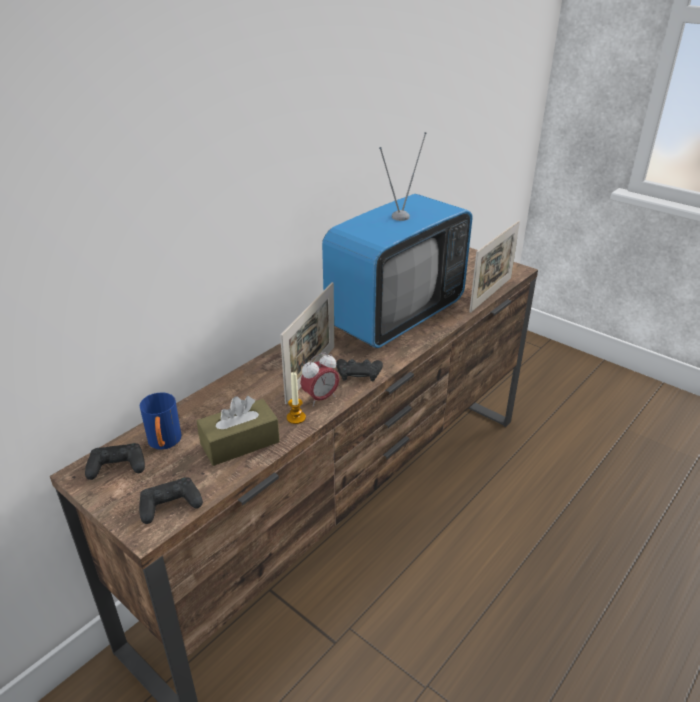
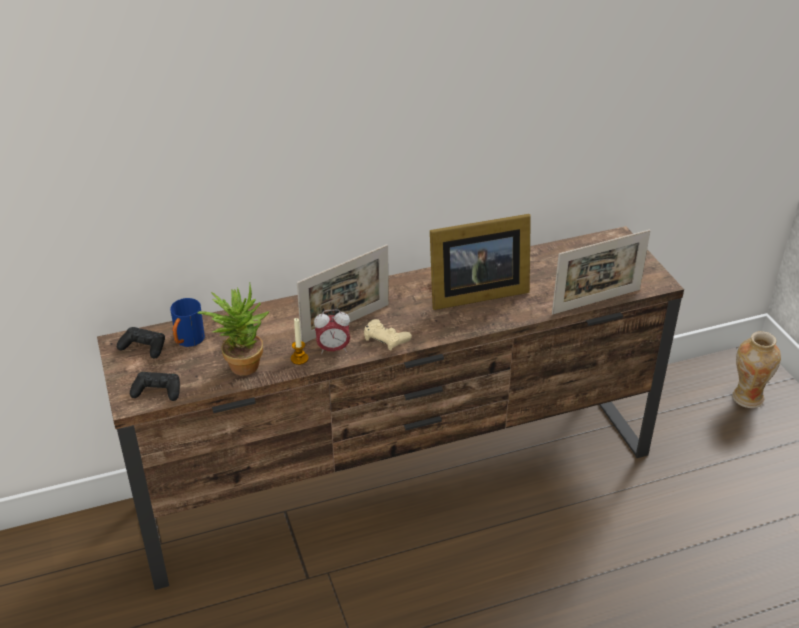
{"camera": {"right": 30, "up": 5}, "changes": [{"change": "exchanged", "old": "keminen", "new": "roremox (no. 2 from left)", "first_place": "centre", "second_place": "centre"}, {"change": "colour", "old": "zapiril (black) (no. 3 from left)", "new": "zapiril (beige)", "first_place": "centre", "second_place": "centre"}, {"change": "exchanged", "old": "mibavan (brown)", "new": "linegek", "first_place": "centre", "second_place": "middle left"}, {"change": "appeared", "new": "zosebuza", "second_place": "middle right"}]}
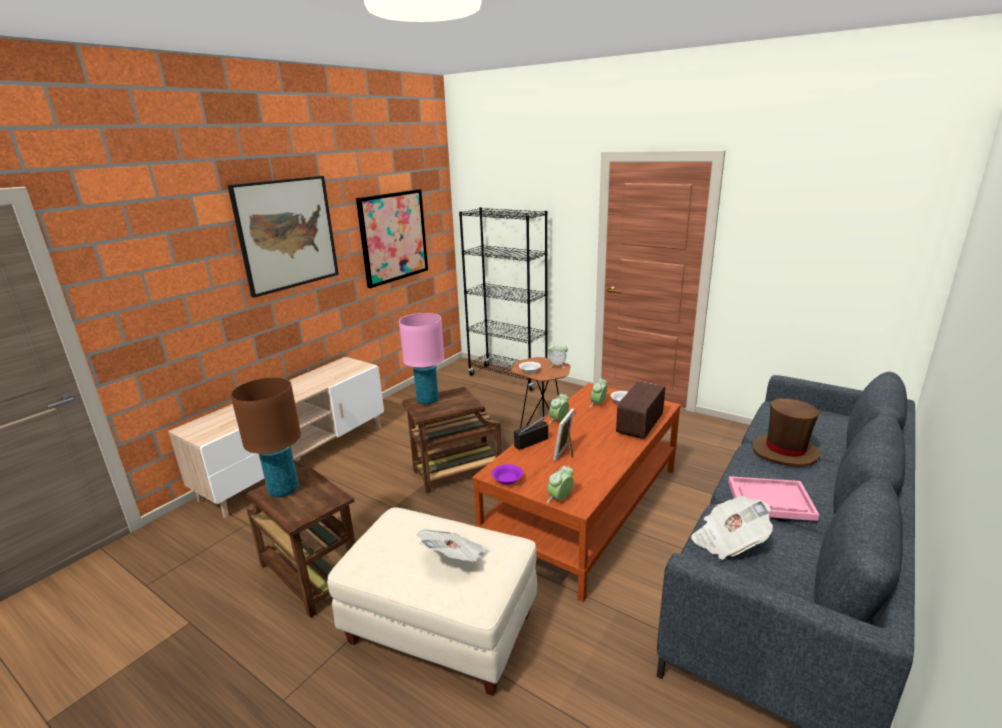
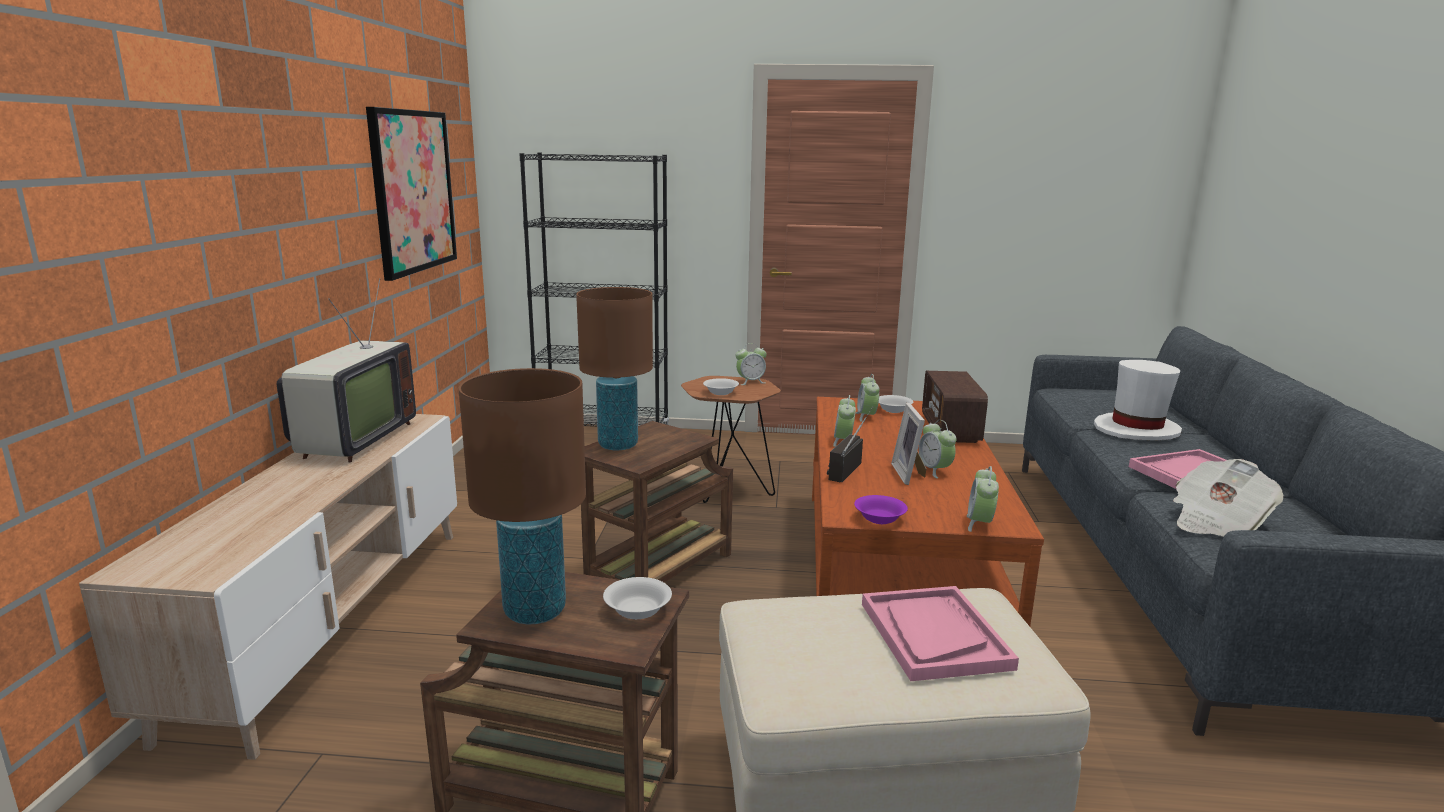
{"camera": {"right": -30, "up": -5}, "changes": [{"change": "missing", "old": "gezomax (no. 1 from left)", "first_place": "top left"}, {"change": "colour", "old": "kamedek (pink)", "new": "kamedek (brown) (no. 2 from left)", "first_place": "centre", "second_place": "centre"}, {"change": "colour", "old": "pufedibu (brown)", "new": "pufedibu (white)", "first_place": "middle right", "second_place": "middle right"}, {"change": "exchanged", "old": "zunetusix (no. 1 from left)", "new": "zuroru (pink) (no. 1 from left)", "first_place": "bottom centre", "second_place": "bottom centre"}, {"change": "appeared", "new": "keminen", "second_place": "middle left"}, {"change": "appeared", "new": "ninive (no. 4 from left)", "second_place": "centre"}, {"change": "appeared", "new": "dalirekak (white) (no. 1 from left)", "second_place": "bottom centre"}]}
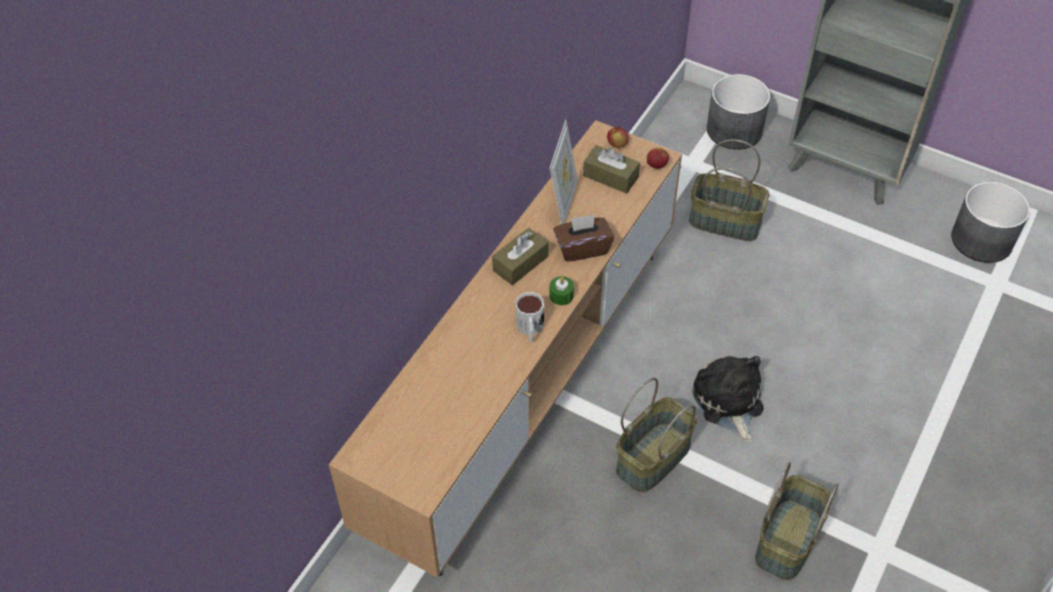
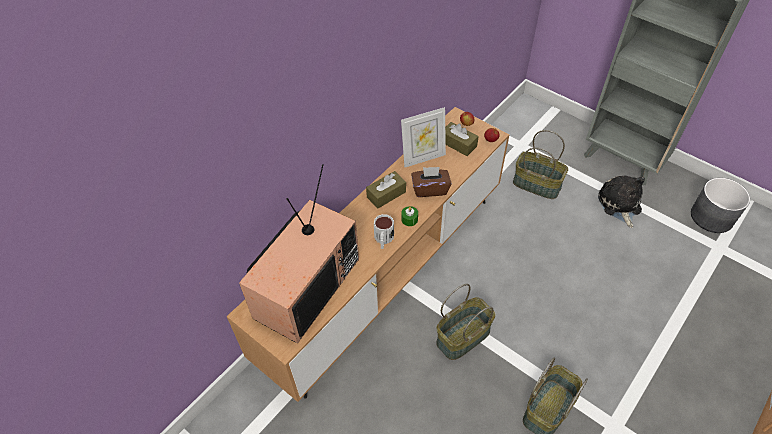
{"camera": {"right": 10, "up": 0}, "changes": [{"change": "missing", "old": "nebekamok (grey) (no. 1 from left)", "first_place": "top right"}, {"change": "spun", "old": "roremox", "first_place": "top centre", "second_place": "top centre", "degrees": 45}, {"change": "relocated", "old": "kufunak", "first_place": "bottom right", "second_place": "middle right"}, {"change": "appeared", "new": "keminen", "second_place": "centre"}]}
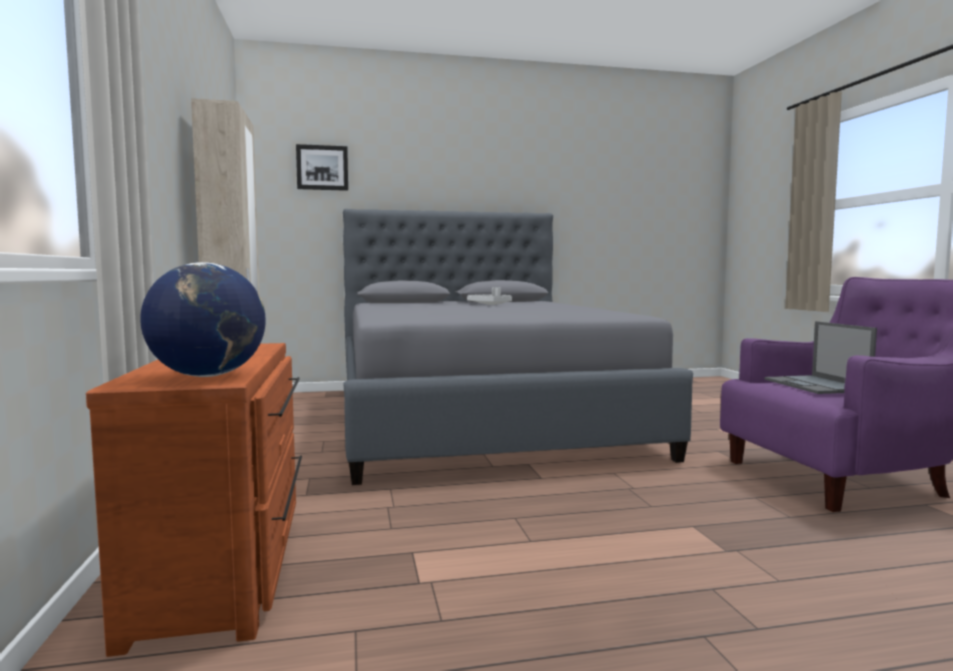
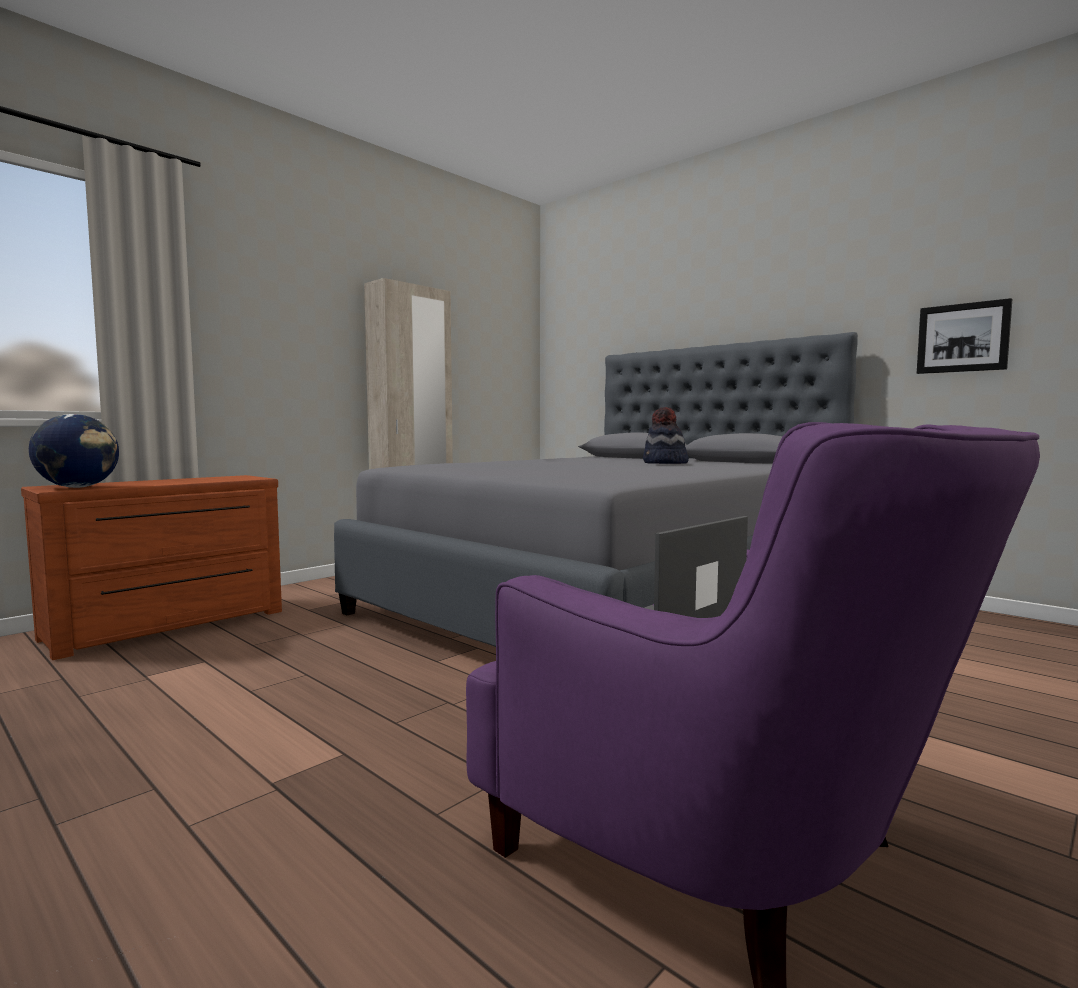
{"camera": {"right": 55, "up": 0}, "changes": [{"change": "relocated", "old": "gezomax", "first_place": "top centre", "second_place": "middle right"}, {"change": "exchanged", "old": "zuroru (grey)", "new": "pufedibu", "first_place": "centre", "second_place": "centre"}]}
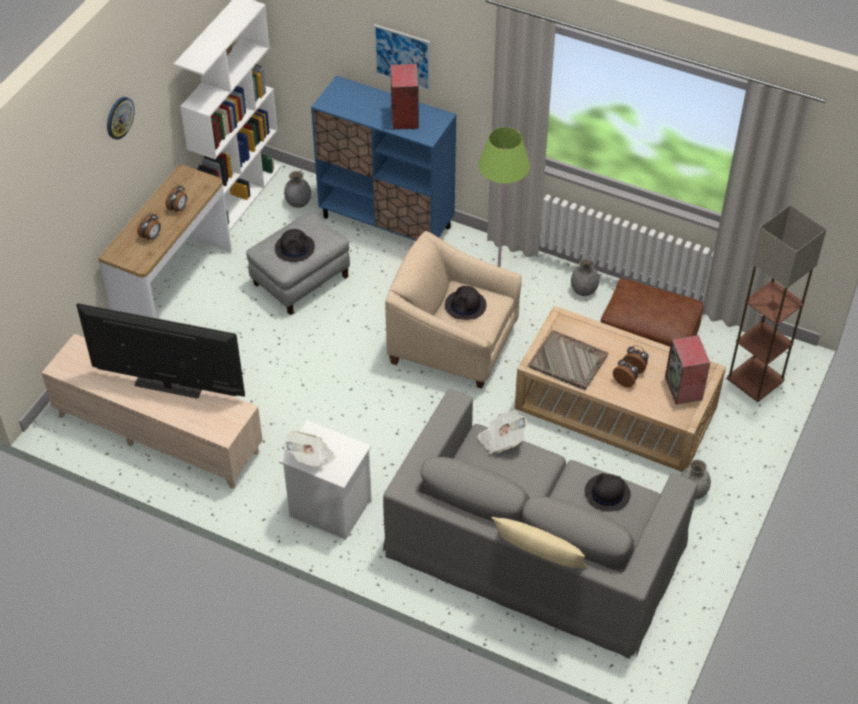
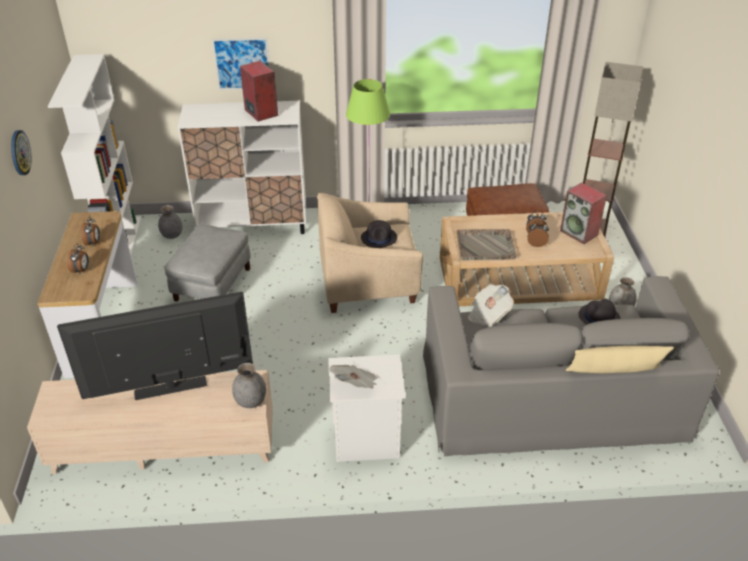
{"camera": {"right": -30, "up": -10}, "changes": [{"change": "colour", "old": "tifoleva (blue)", "new": "tifoleva (white)", "first_place": "top centre", "second_place": "top left"}, {"change": "missing", "old": "pufedibu (black) (no. 1 from left)", "first_place": "centre"}, {"change": "relocated", "old": "zosebuza (grey) (no. 2 from left)", "first_place": "middle right", "second_place": "bottom left"}]}
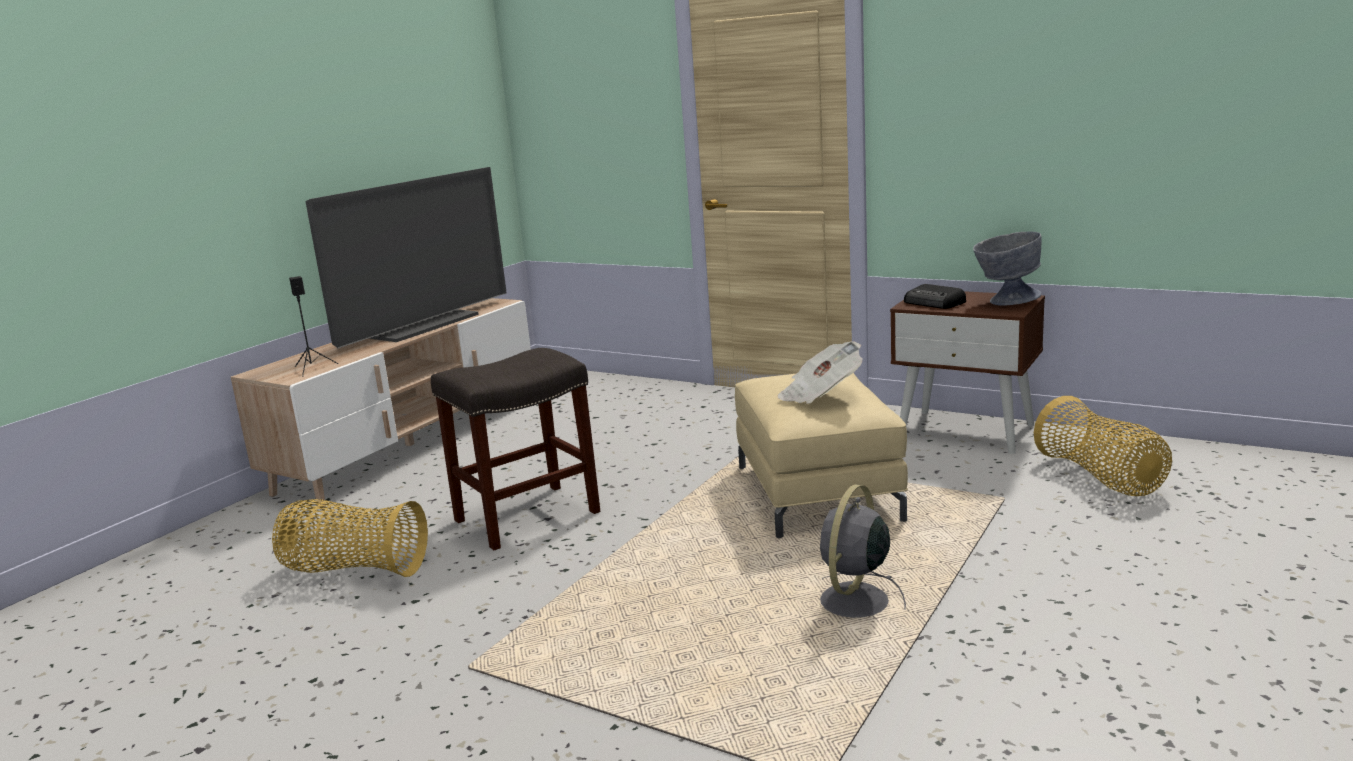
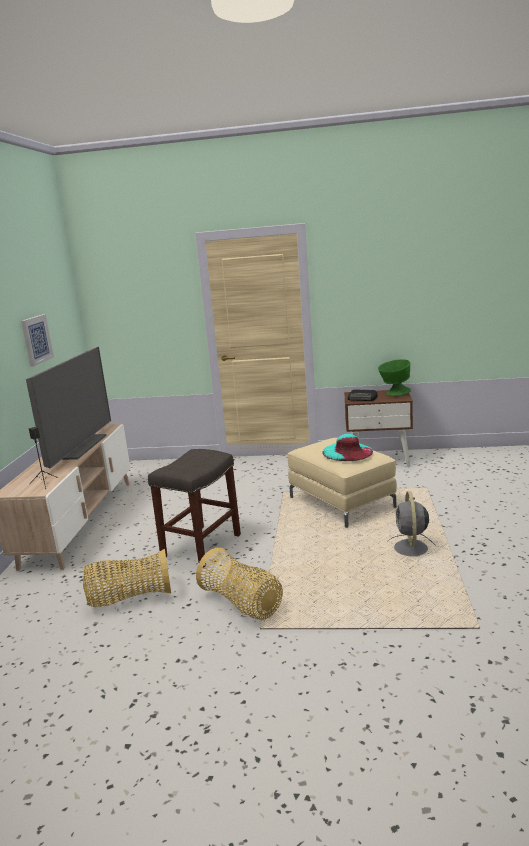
{"camera": {"right": -25, "up": 0}, "changes": [{"change": "colour", "old": "dalirekak (grey)", "new": "dalirekak (green)", "first_place": "middle right", "second_place": "middle right"}, {"change": "exchanged", "old": "zunetusix", "new": "pufedibu (turquoise)", "first_place": "centre", "second_place": "centre"}, {"change": "relocated", "old": "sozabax (no. 2 from left)", "first_place": "middle right", "second_place": "bottom centre"}, {"change": "appeared", "new": "gezomax", "second_place": "middle left"}]}
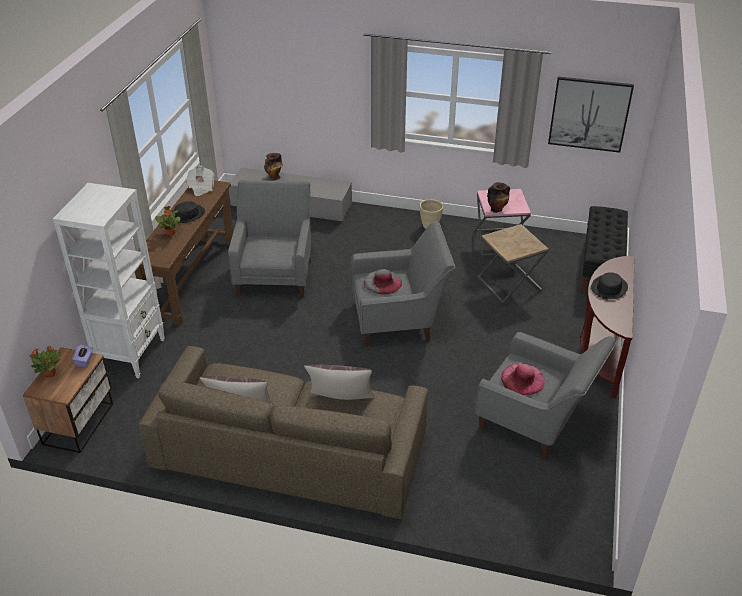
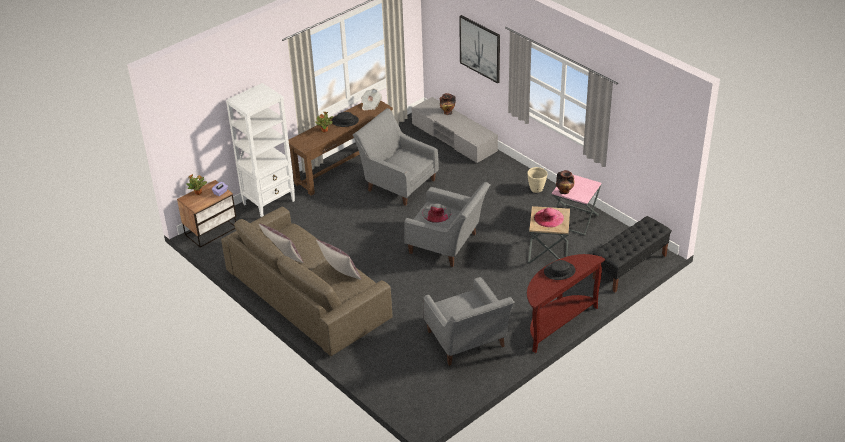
{"camera": {"right": 35, "up": 0}, "changes": [{"change": "relocated", "old": "gezomax", "first_place": "top right", "second_place": "top centre"}, {"change": "spun", "old": "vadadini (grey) (no. 1 from left)", "first_place": "centre", "second_place": "centre", "degrees": -90}, {"change": "relocated", "old": "pufedibu (pink)", "first_place": "middle right", "second_place": "centre"}]}
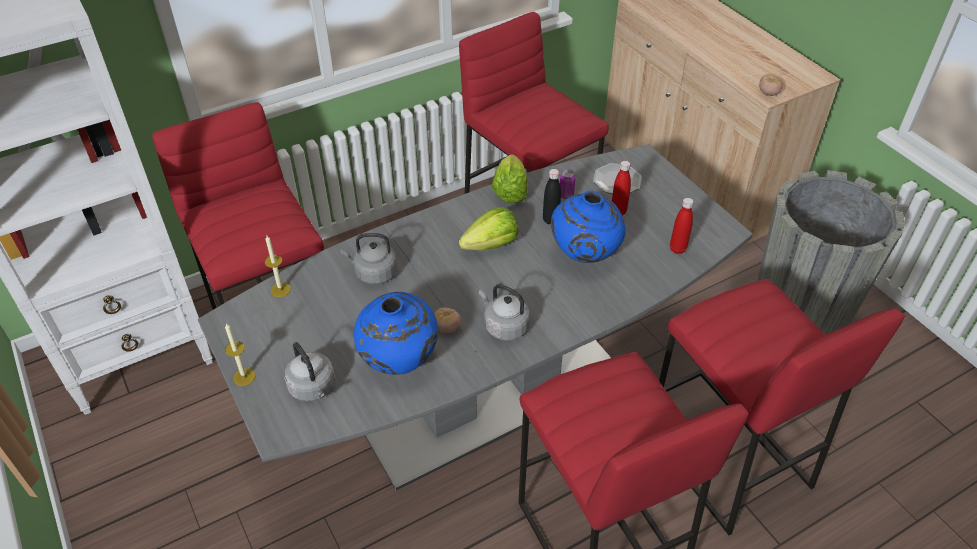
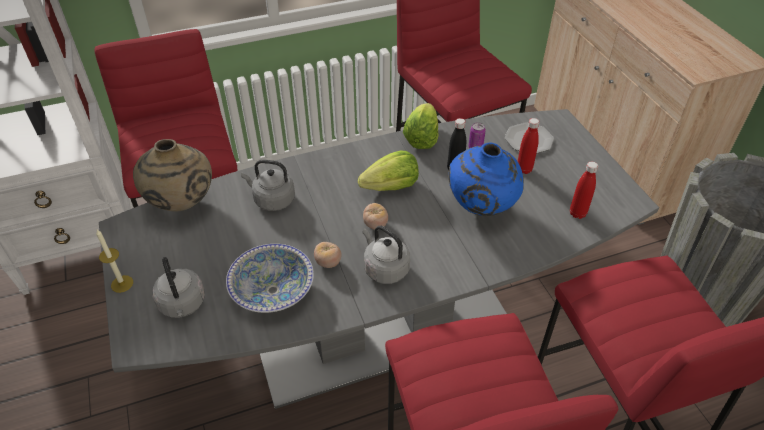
{"camera": {"right": 10, "up": 0}, "changes": [{"change": "relocated", "old": "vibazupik (no. 2 from left)", "first_place": "top right", "second_place": "centre"}, {"change": "exchanged", "old": "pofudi (no. 2 from left)", "new": "zosebuza (beige)", "first_place": "middle left", "second_place": "middle left"}, {"change": "exchanged", "old": "zosebuza (blue) (no. 1 from left)", "new": "dalirekak", "first_place": "centre", "second_place": "centre"}]}
